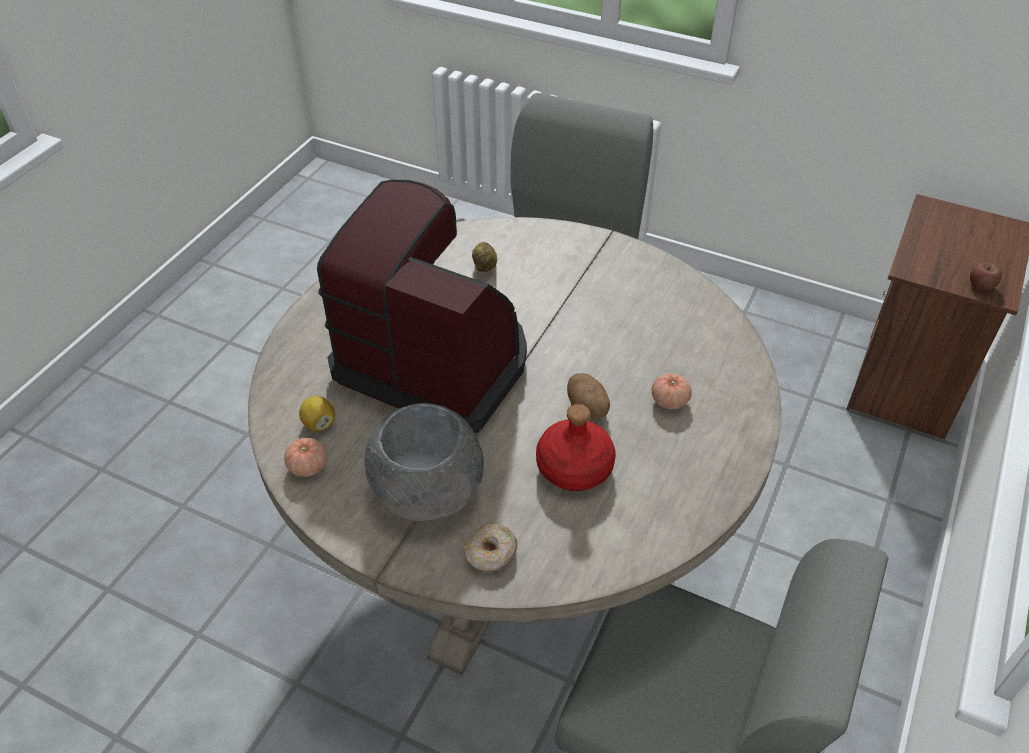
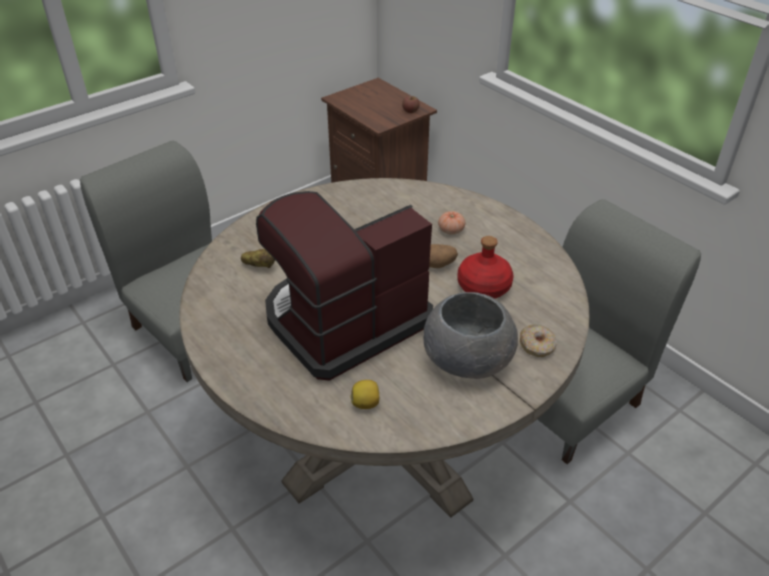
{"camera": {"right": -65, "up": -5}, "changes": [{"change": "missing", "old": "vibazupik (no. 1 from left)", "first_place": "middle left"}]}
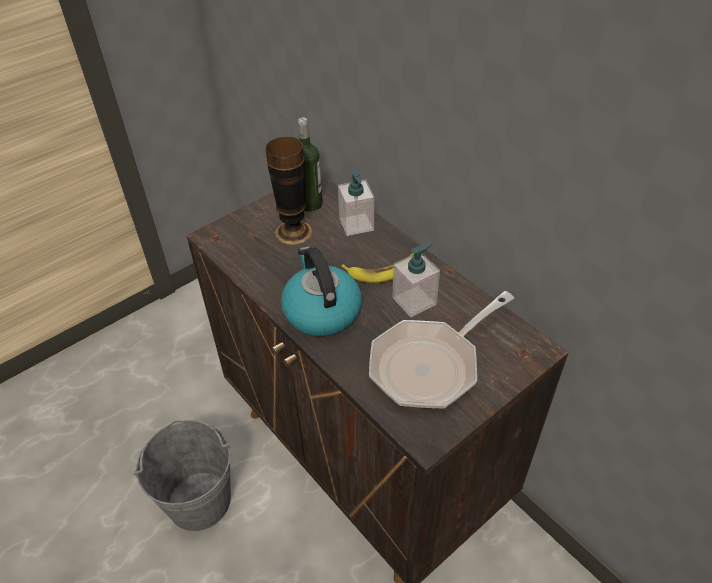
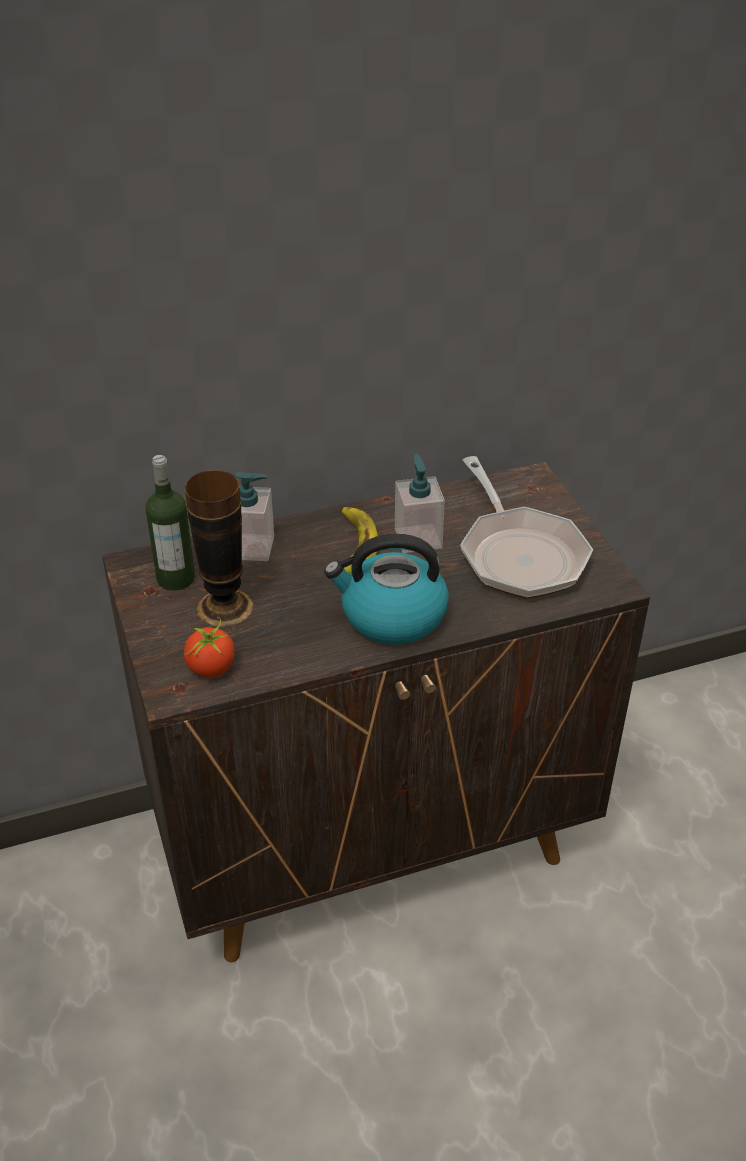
{"camera": {"right": -70, "up": -5}, "changes": [{"change": "missing", "old": "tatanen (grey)", "first_place": "bottom left"}, {"change": "appeared", "new": "vibazupik", "second_place": "middle left"}]}
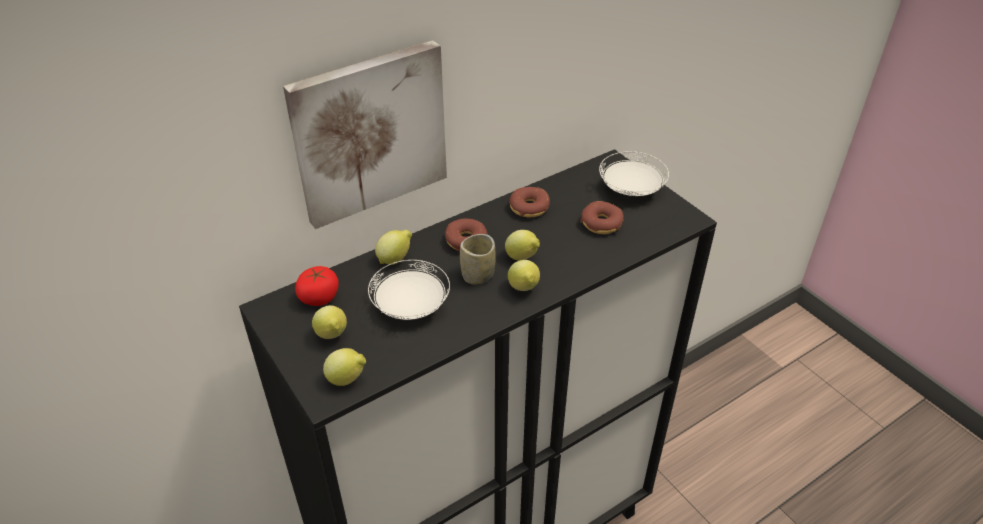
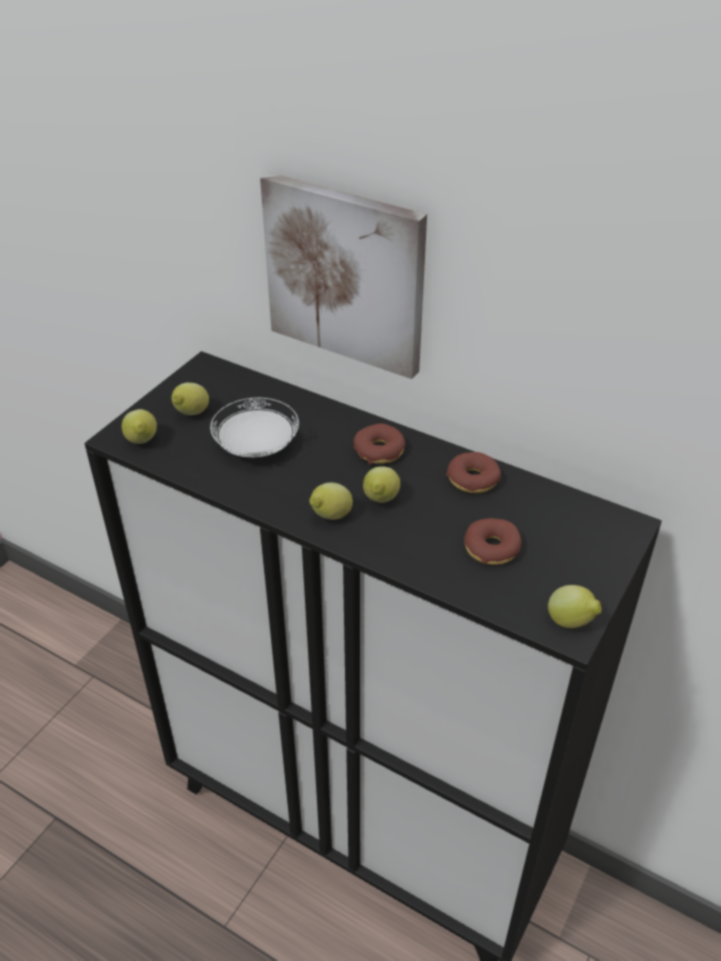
{"camera": {"right": 65, "up": 0}, "changes": [{"change": "missing", "old": "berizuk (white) (no. 2 from left)", "first_place": "top centre"}, {"change": "relocated", "old": "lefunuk (no. 3 from left in the first image)", "new": "lefunuk (no. 5 from left)", "first_place": "centre", "second_place": "middle right"}, {"change": "missing", "old": "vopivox", "first_place": "centre"}, {"change": "missing", "old": "vibazupik", "first_place": "middle left"}]}
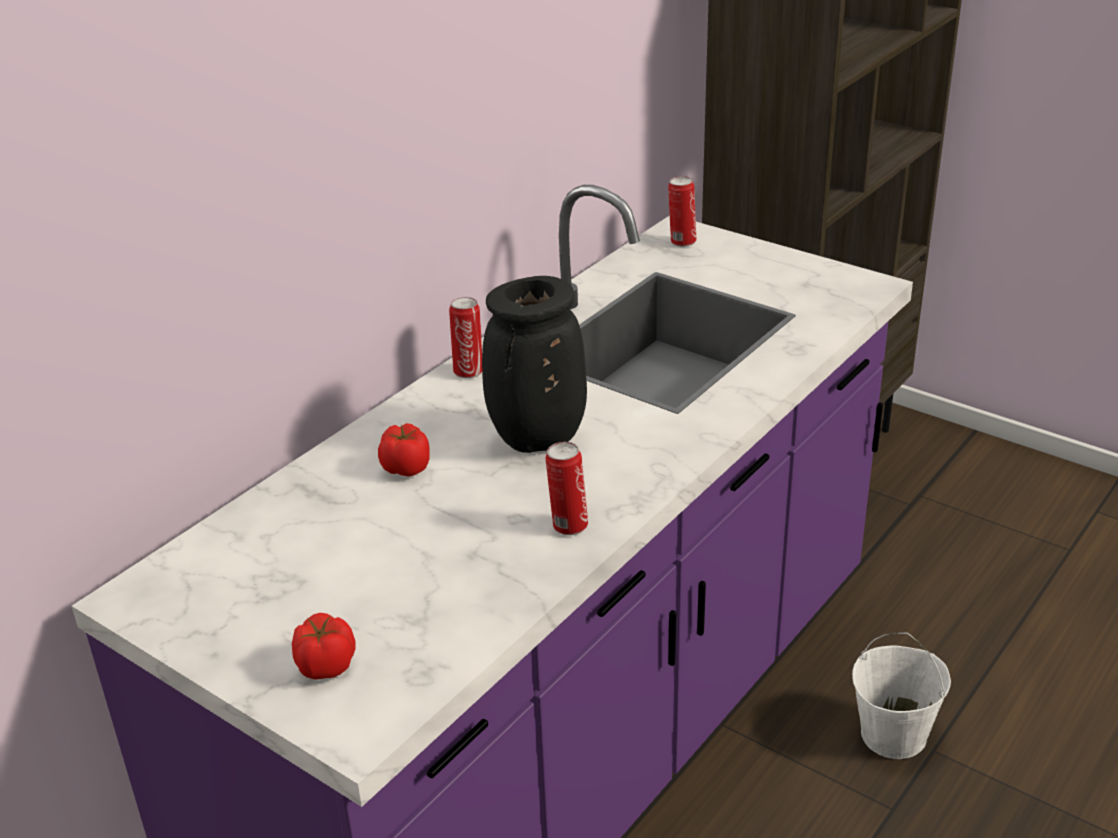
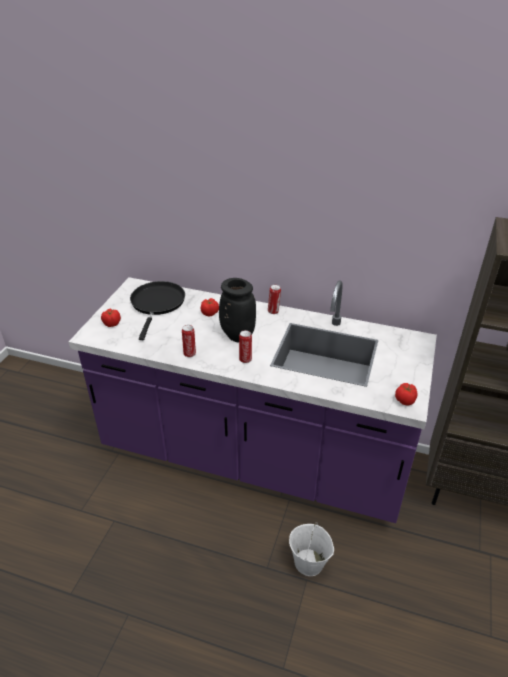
{"camera": {"right": 70, "up": 5}, "changes": [{"change": "relocated", "old": "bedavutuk (no. 3 from left in the first image)", "new": "bedavutuk (no. 2 from left)", "first_place": "top centre", "second_place": "centre"}, {"change": "appeared", "new": "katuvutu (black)", "second_place": "middle left"}, {"change": "appeared", "new": "vibazupik (no. 3 from left)", "second_place": "middle right"}]}
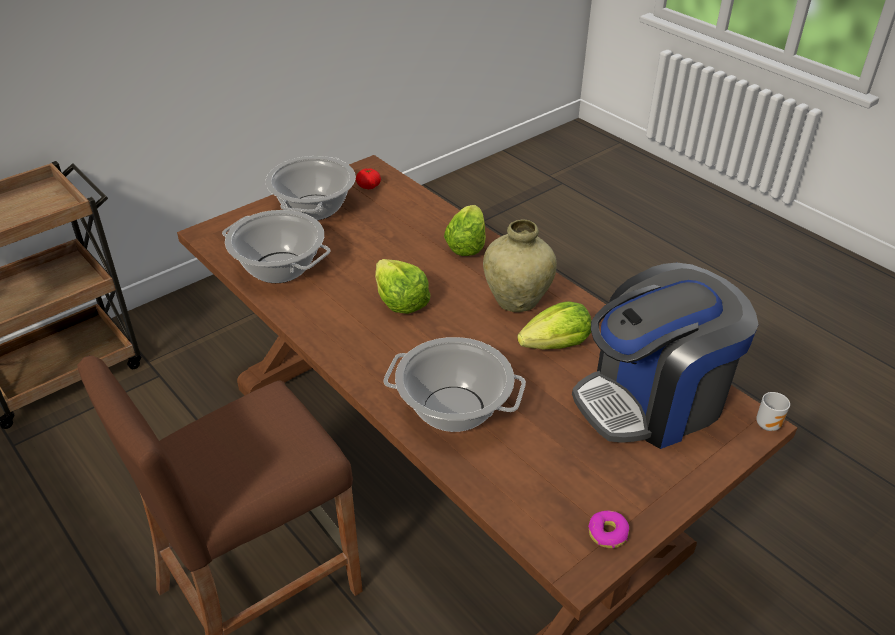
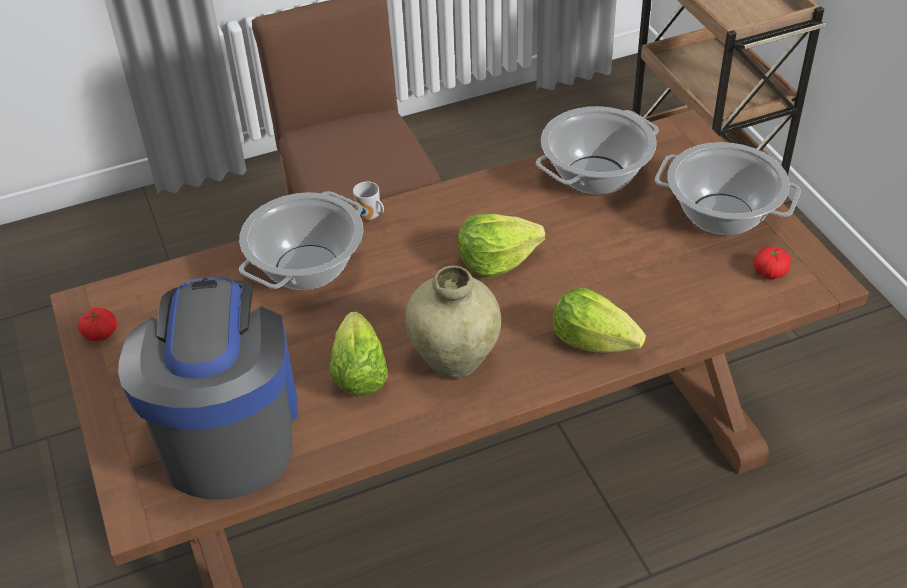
{"camera": {"right": 110, "up": 5}, "changes": [{"change": "relocated", "old": "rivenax", "first_place": "middle right", "second_place": "centre"}, {"change": "exchanged", "old": "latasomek", "new": "vibazupik (no. 1 from left)", "first_place": "bottom right", "second_place": "middle left"}]}
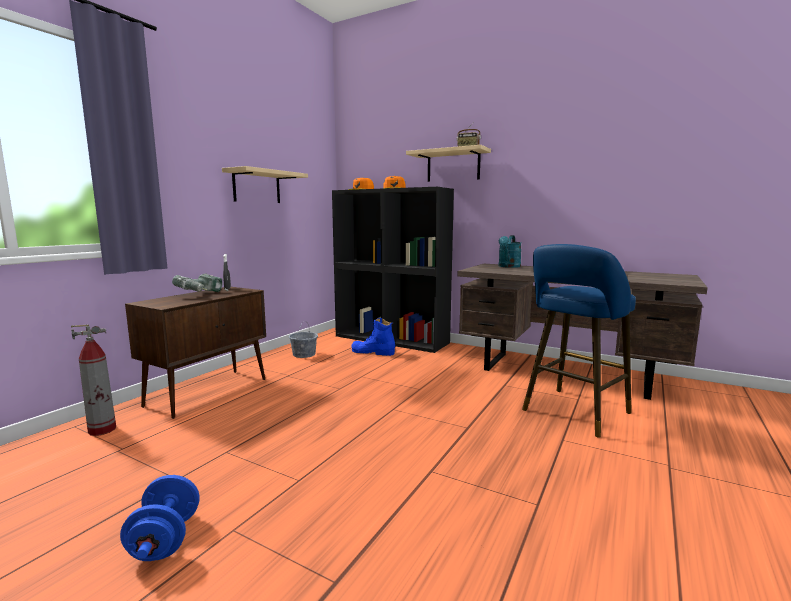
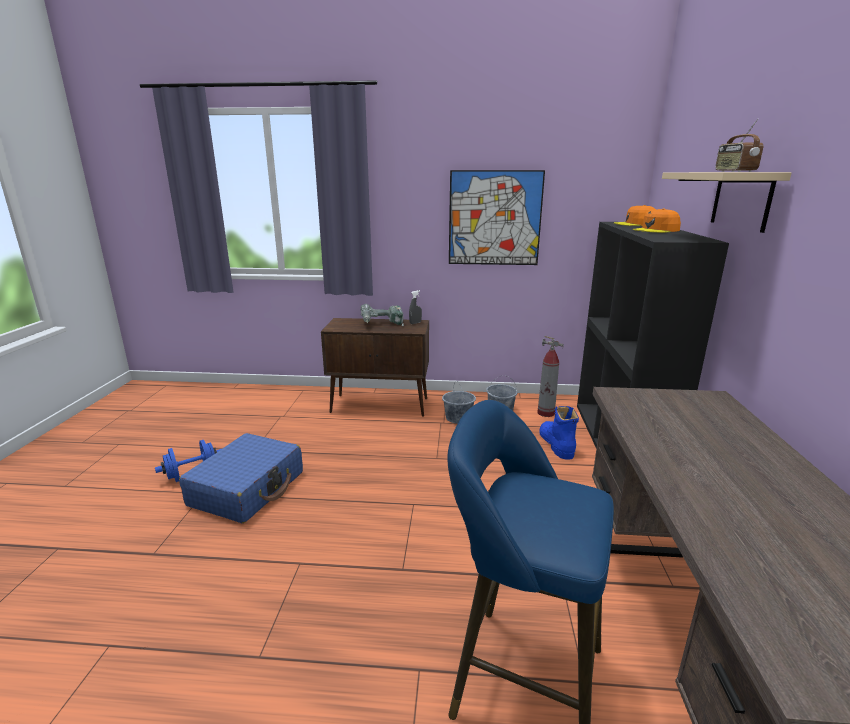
{"camera": {"right": 65, "up": 10}, "changes": [{"change": "exchanged", "old": "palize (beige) (no. 1 from left)", "new": "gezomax", "first_place": "top centre", "second_place": "top centre"}, {"change": "missing", "old": "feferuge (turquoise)", "first_place": "centre"}, {"change": "relocated", "old": "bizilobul", "first_place": "middle left", "second_place": "centre"}, {"change": "appeared", "new": "tatanen (grey) (no. 1 from left)", "second_place": "centre"}, {"change": "appeared", "new": "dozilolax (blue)", "second_place": "middle left"}]}
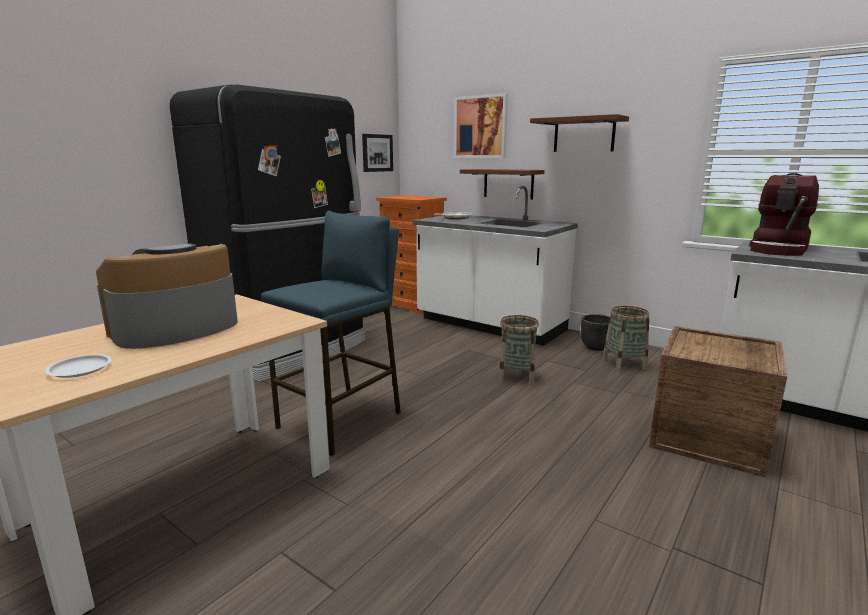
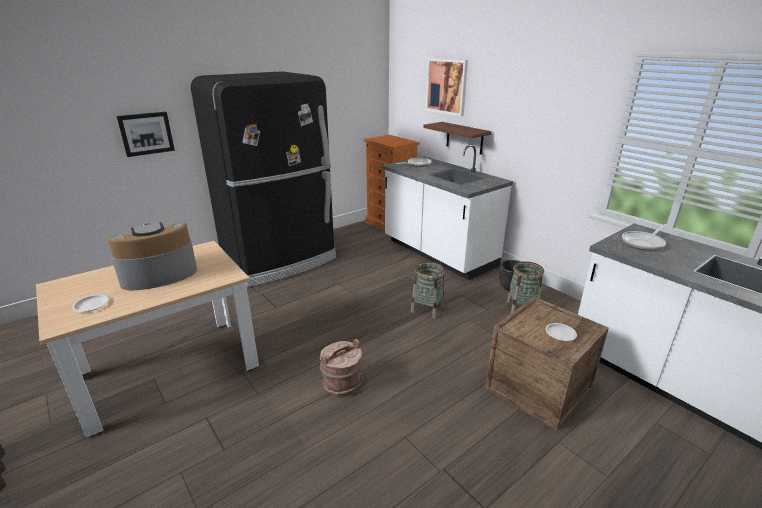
{"camera": {"right": 15, "up": 10}, "changes": [{"change": "missing", "old": "palize (brown) (no. 2 from left)", "first_place": "top right"}, {"change": "relocated", "old": "gezomax (no. 1 from left)", "first_place": "top centre", "second_place": "top left"}, {"change": "exchanged", "old": "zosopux (no. 2 from left)", "new": "katuvutu (no. 2 from left)", "first_place": "middle right", "second_place": "middle right"}, {"change": "missing", "old": "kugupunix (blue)", "first_place": "centre"}, {"change": "appeared", "new": "berizuk (white) (no. 2 from left)", "second_place": "middle right"}, {"change": "appeared", "new": "tatanen (brown)", "second_place": "bottom centre"}]}
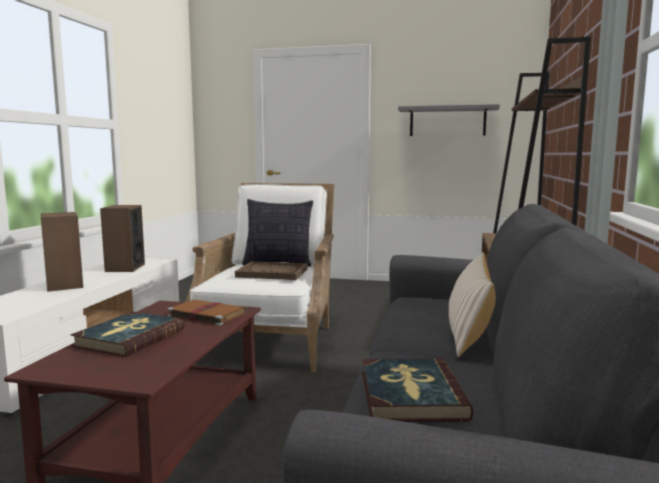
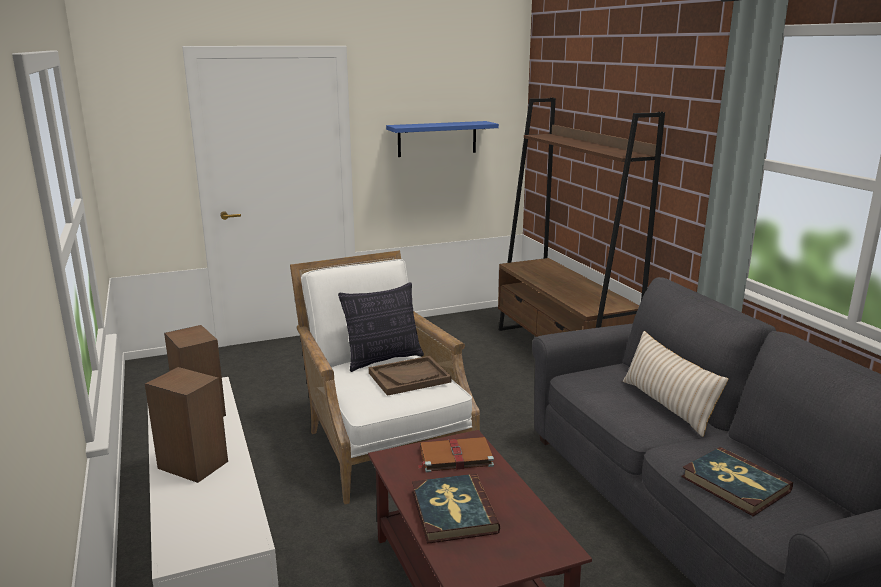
{"camera": {"right": -35, "up": 10}, "changes": [{"change": "colour", "old": "palize (grey)", "new": "palize (blue)", "first_place": "top right", "second_place": "top centre"}]}
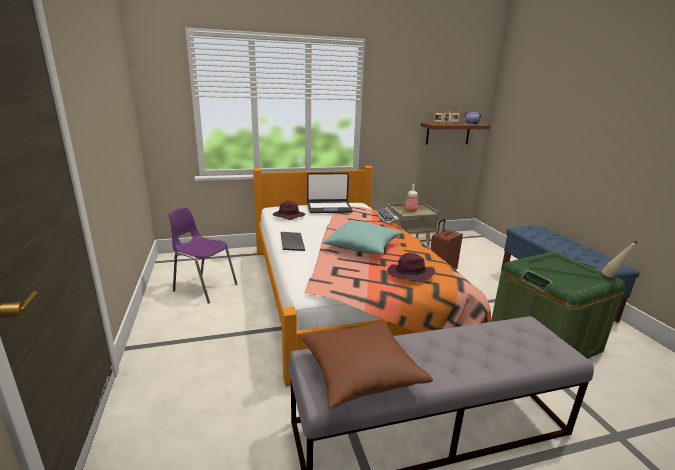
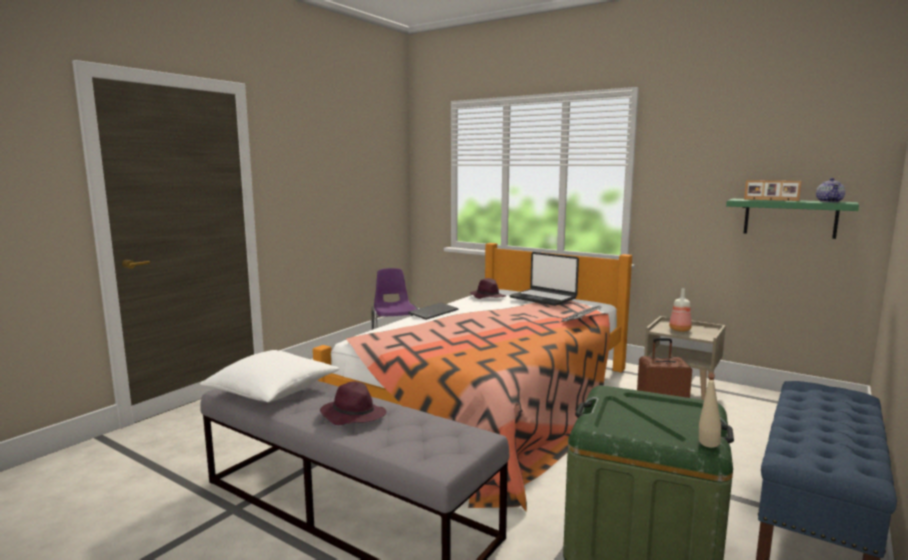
{"camera": {"right": 50, "up": -10}, "changes": [{"change": "colour", "old": "palize (brown)", "new": "palize (green)", "first_place": "top right", "second_place": "middle right"}, {"change": "missing", "old": "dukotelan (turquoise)", "first_place": "centre"}, {"change": "relocated", "old": "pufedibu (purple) (no. 2 from left in the first image)", "new": "pufedibu (purple) (no. 1 from left)", "first_place": "centre", "second_place": "bottom centre"}, {"change": "colour", "old": "dukotelan (brown)", "new": "dukotelan (white)", "first_place": "bottom centre", "second_place": "bottom left"}]}
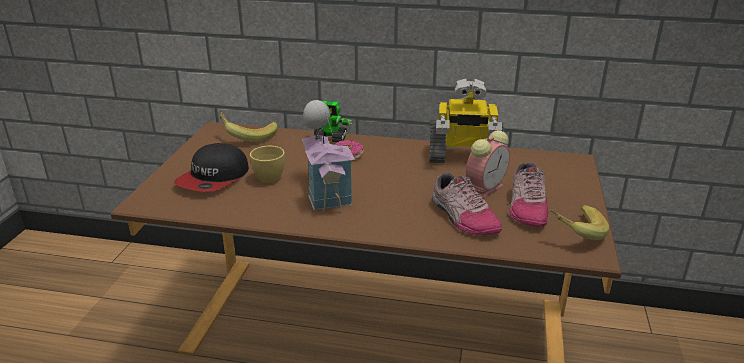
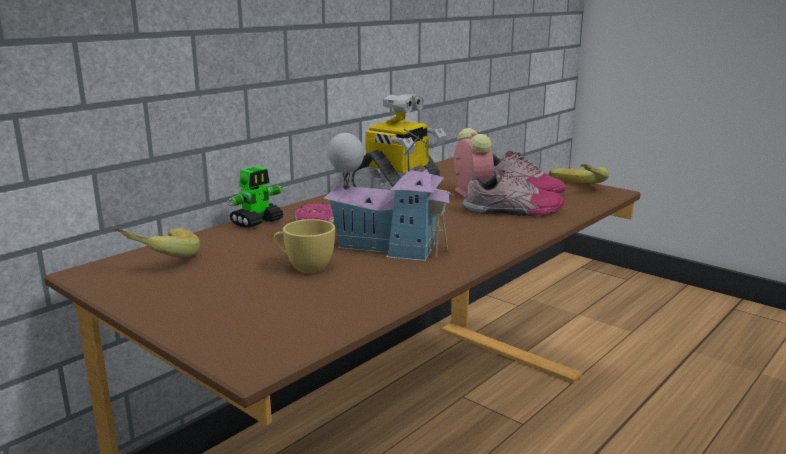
{"camera": {"right": -60, "up": -10}, "changes": [{"change": "missing", "old": "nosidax", "first_place": "middle left"}]}
